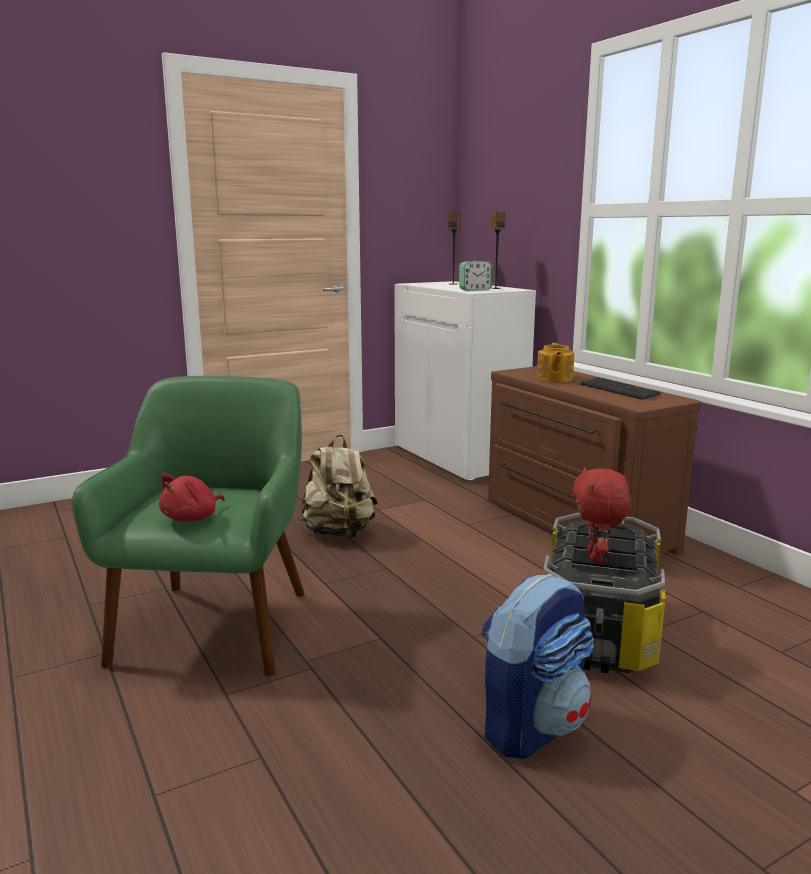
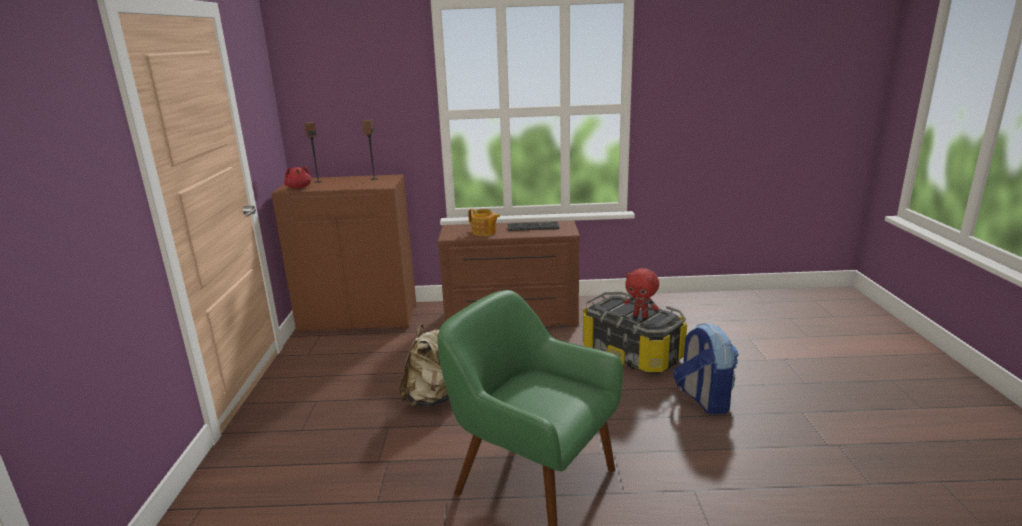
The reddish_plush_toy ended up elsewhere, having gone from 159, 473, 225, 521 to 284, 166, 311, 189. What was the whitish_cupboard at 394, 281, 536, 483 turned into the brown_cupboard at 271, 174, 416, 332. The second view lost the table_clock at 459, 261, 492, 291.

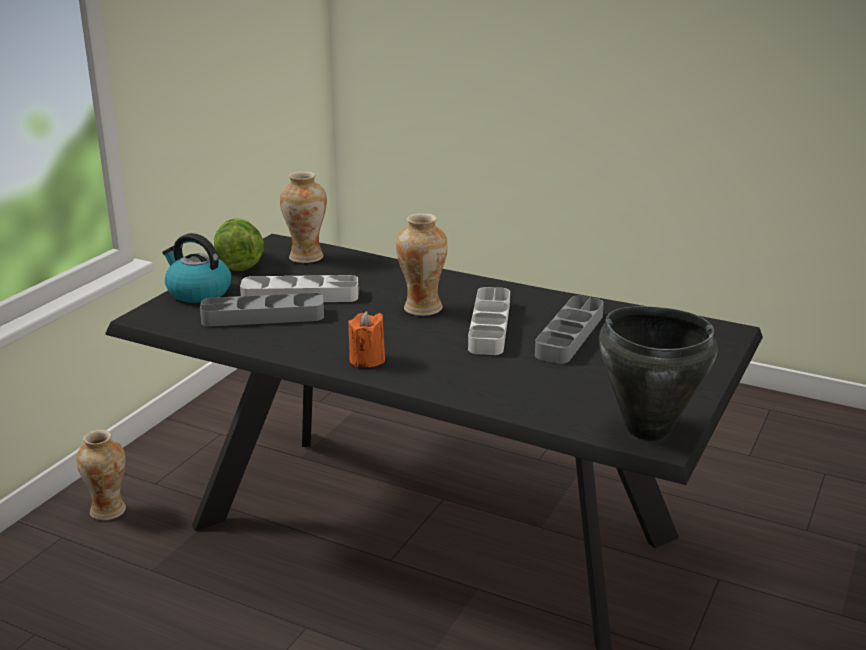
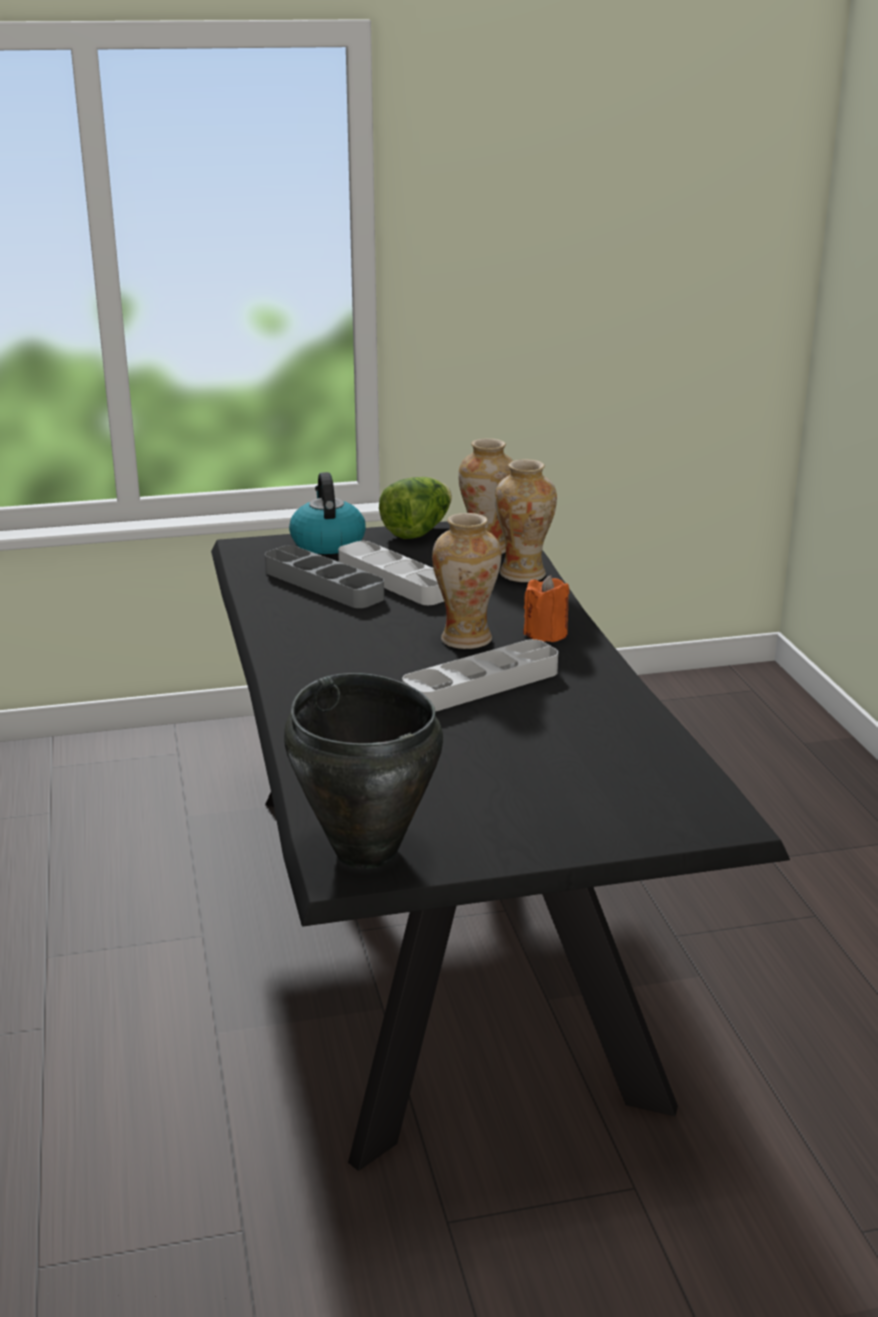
The flower_vase ended up elsewhere, having gone from 76, 430, 126, 520 to 495, 459, 557, 582. The orange_candle ended up elsewhere, having gone from 348, 311, 385, 367 to 523, 575, 569, 642. The second view lost the gray_carrying_tray at 535, 295, 604, 364.

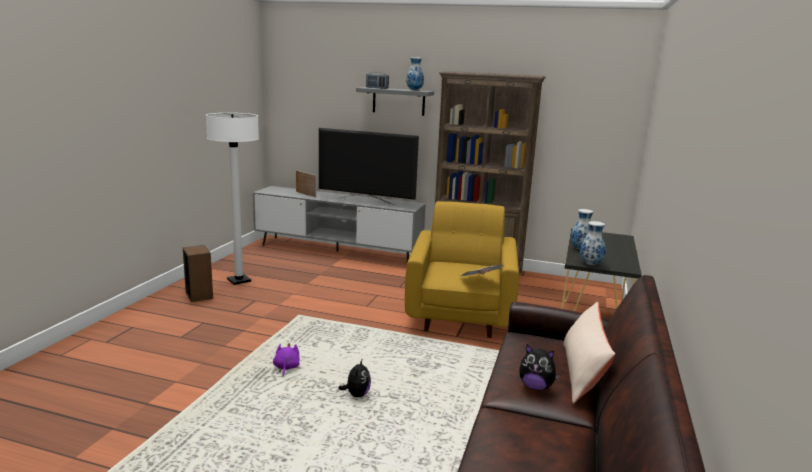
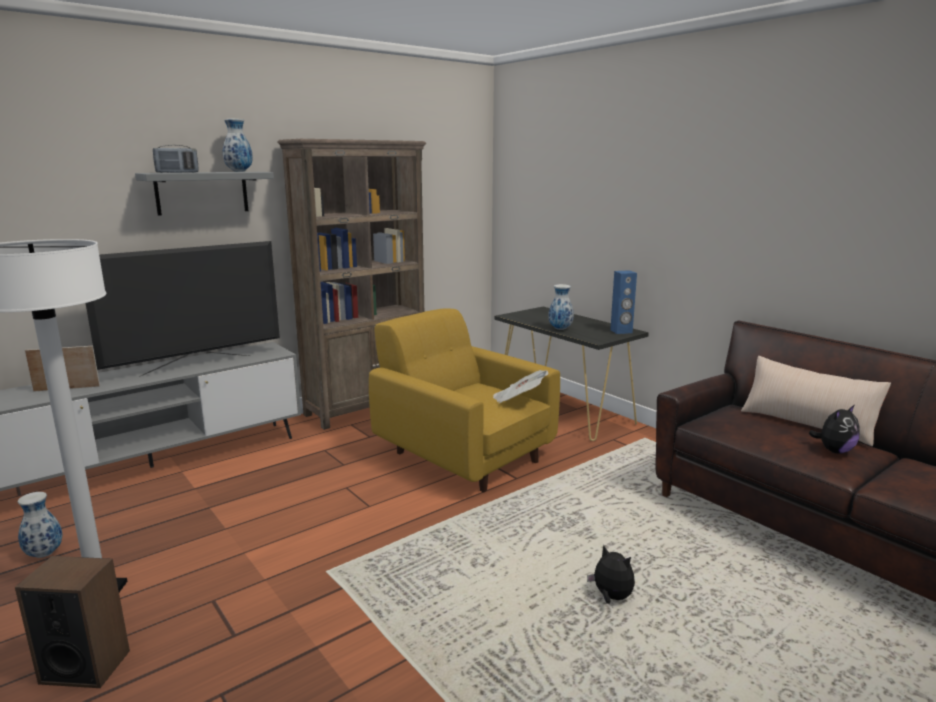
The second view lost the purplish_plush_toy at 273, 343, 300, 376. The flower_vase ended up elsewhere, having gone from 580, 221, 606, 265 to 18, 492, 62, 558. The second view gained the blue_speaker at 610, 270, 637, 334.

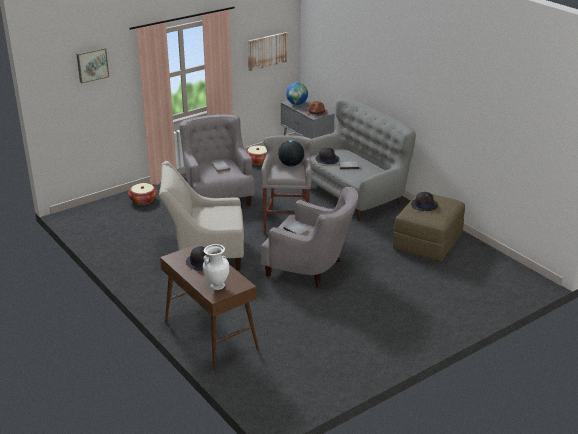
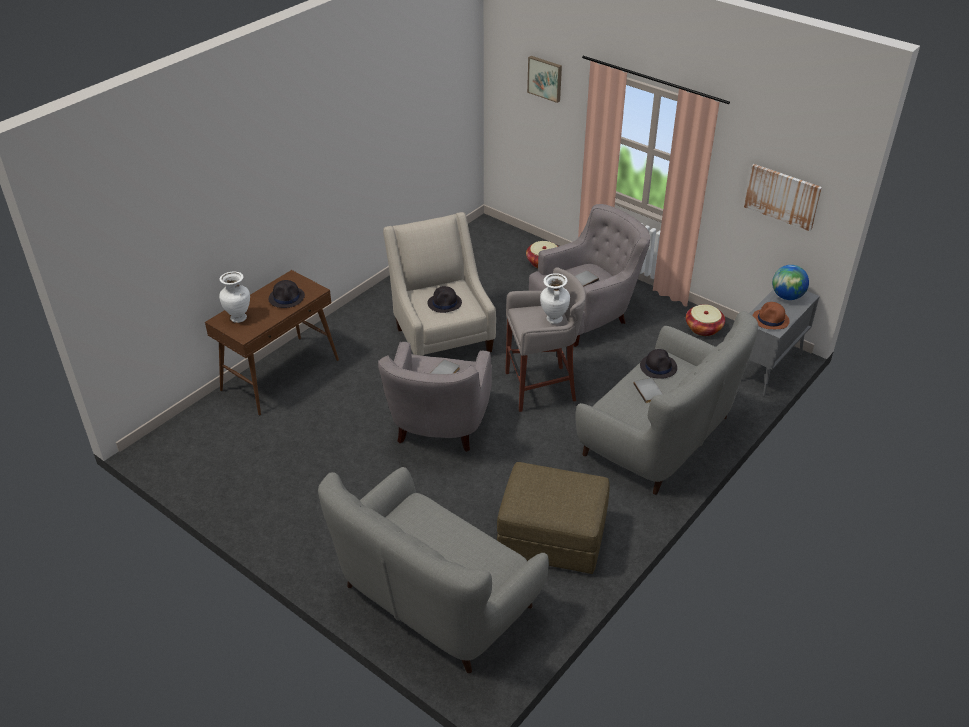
Where the globe stood at 278, 140, 304, 166, the whitish_flower_vase came to stand at 540, 273, 570, 324. The black_hat ended up elsewhere, having gone from 411, 192, 438, 211 to 427, 286, 462, 313. The second view gained the gray_settee at 318, 467, 549, 673.

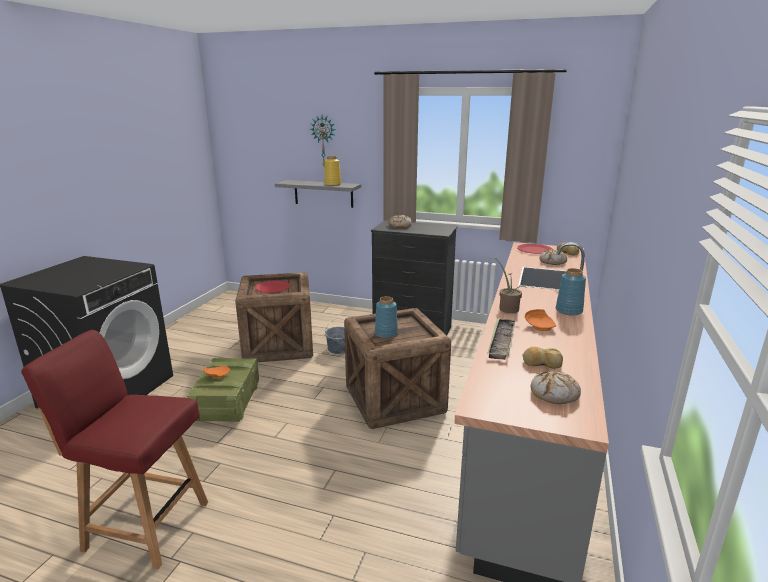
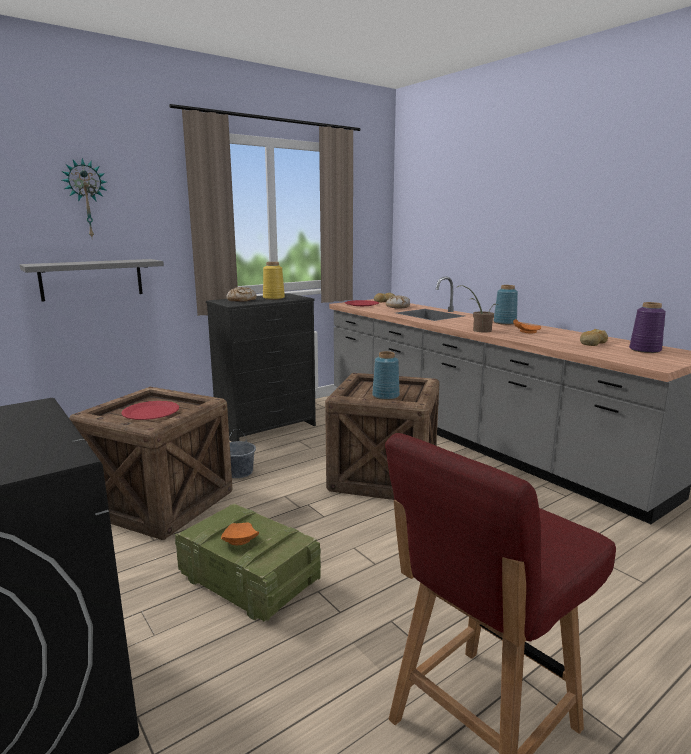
The yellow-coloured_flower_vase ended up elsewhere, having gone from 324, 156, 341, 186 to 263, 262, 285, 300. The second view lost the carrying_tray at 488, 319, 516, 360. Where the bread stood at 530, 371, 581, 404, the purplish_flower_vase came to stand at 629, 302, 666, 353.

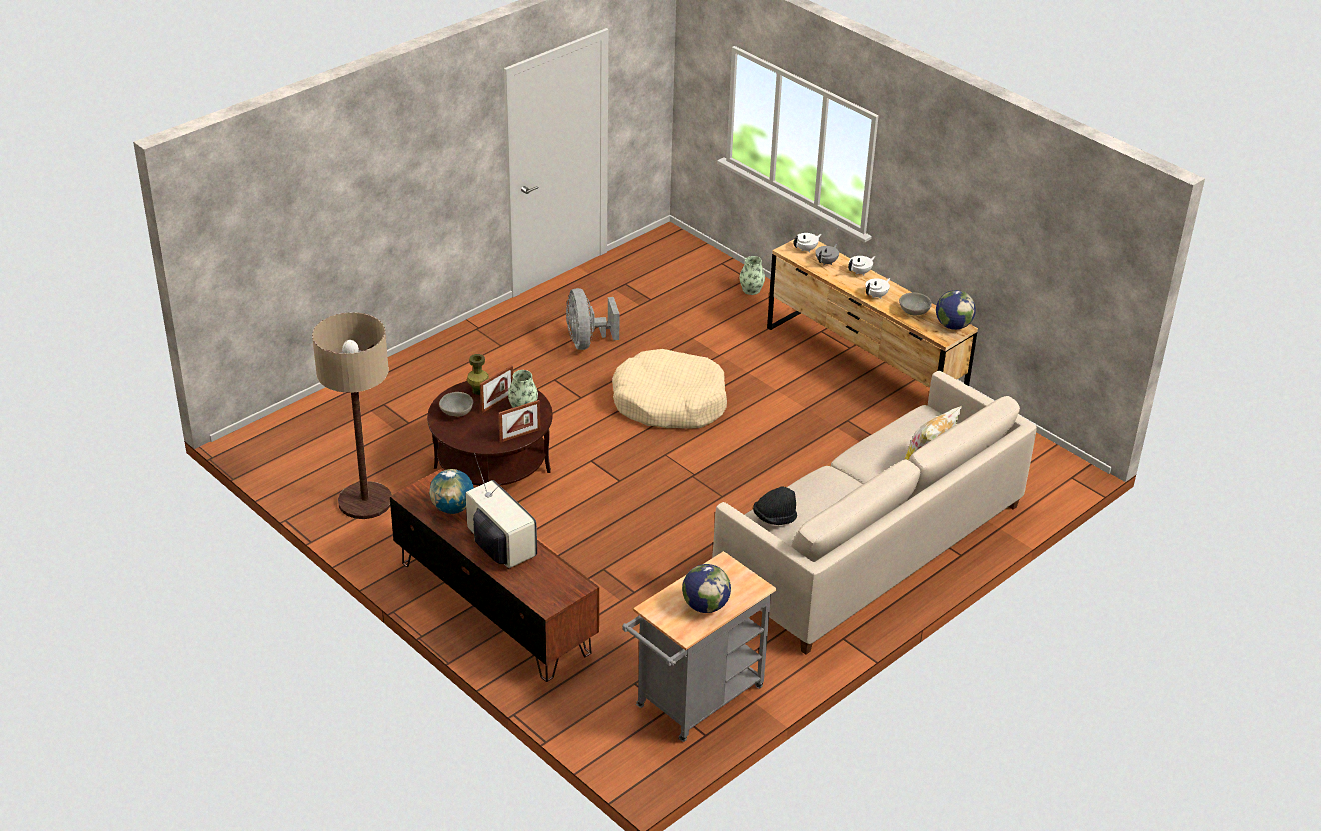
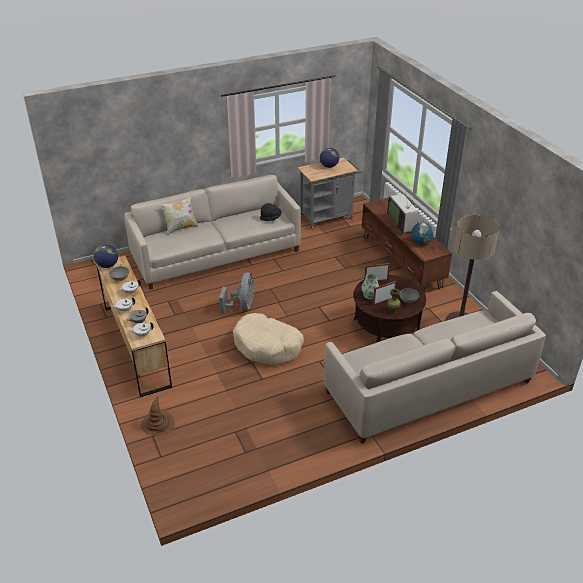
The gray_cooling_fan ended up elsewhere, having gone from 566, 288, 620, 350 to 219, 272, 255, 314. Where the flower_vase stood at 739, 256, 765, 295, the brown_hat came to stand at 141, 396, 175, 436. The second view gained the beige-coloured_settee at 324, 291, 546, 444.

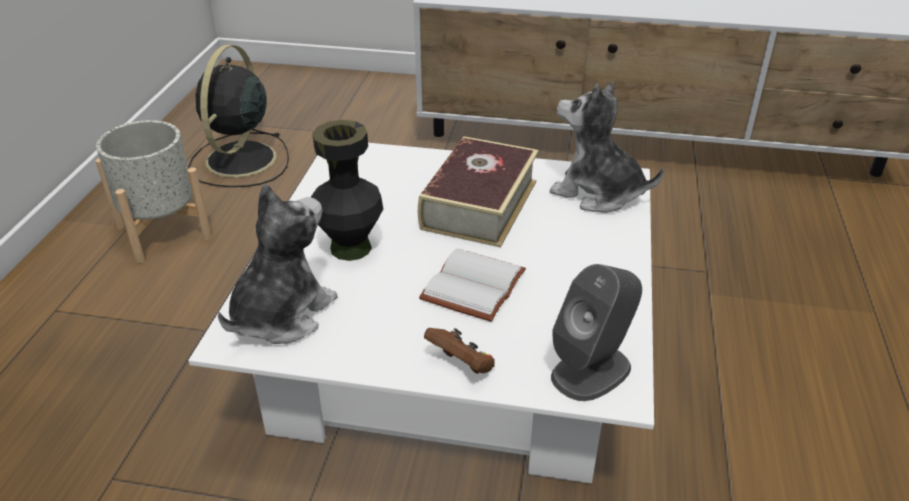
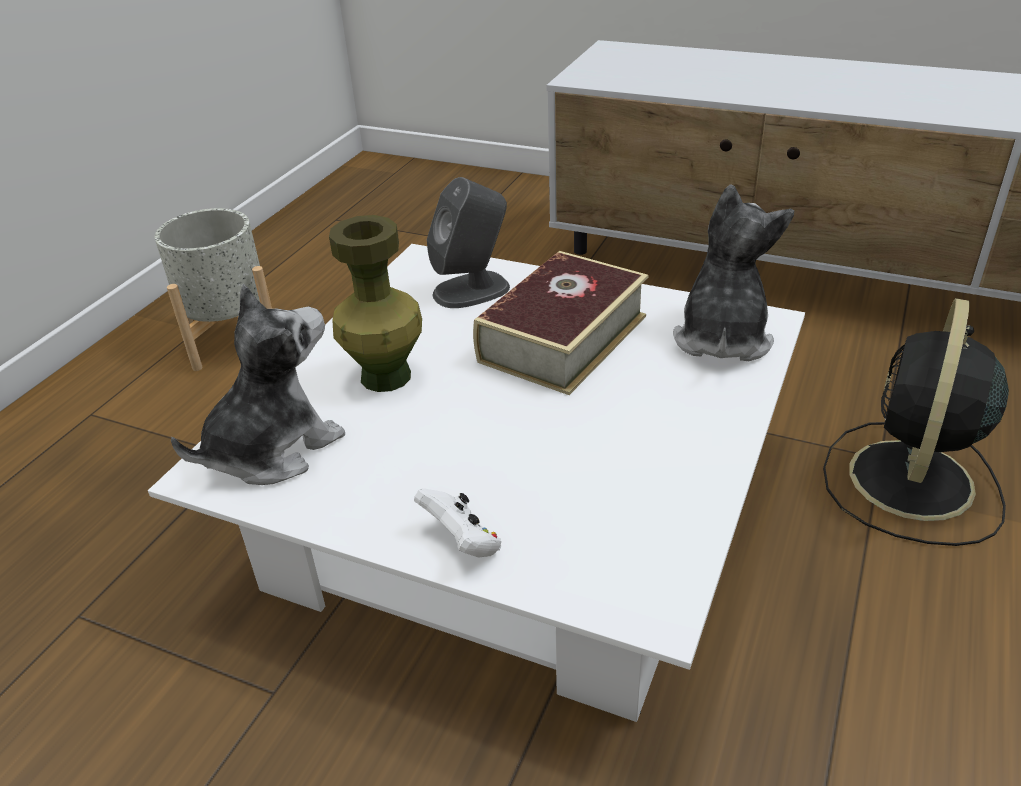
The black_cooling_fan ended up elsewhere, having gone from 188, 45, 289, 187 to 823, 298, 1009, 546. What was the black_flower_vase at 311, 120, 383, 261 turned into the greenish_flower_vase at 329, 215, 422, 392. The second view lost the whitish_bound_book at 419, 248, 526, 322. What was the brown_gamepad at 424, 328, 495, 374 turned into the whitish_gamepad at 414, 488, 501, 558. The plush_toy at 550, 82, 664, 213 ended up facing another way, 60 degrees clockwise from before. The gray_speaker ended up elsewhere, having gone from 551, 264, 642, 401 to 427, 177, 510, 308.

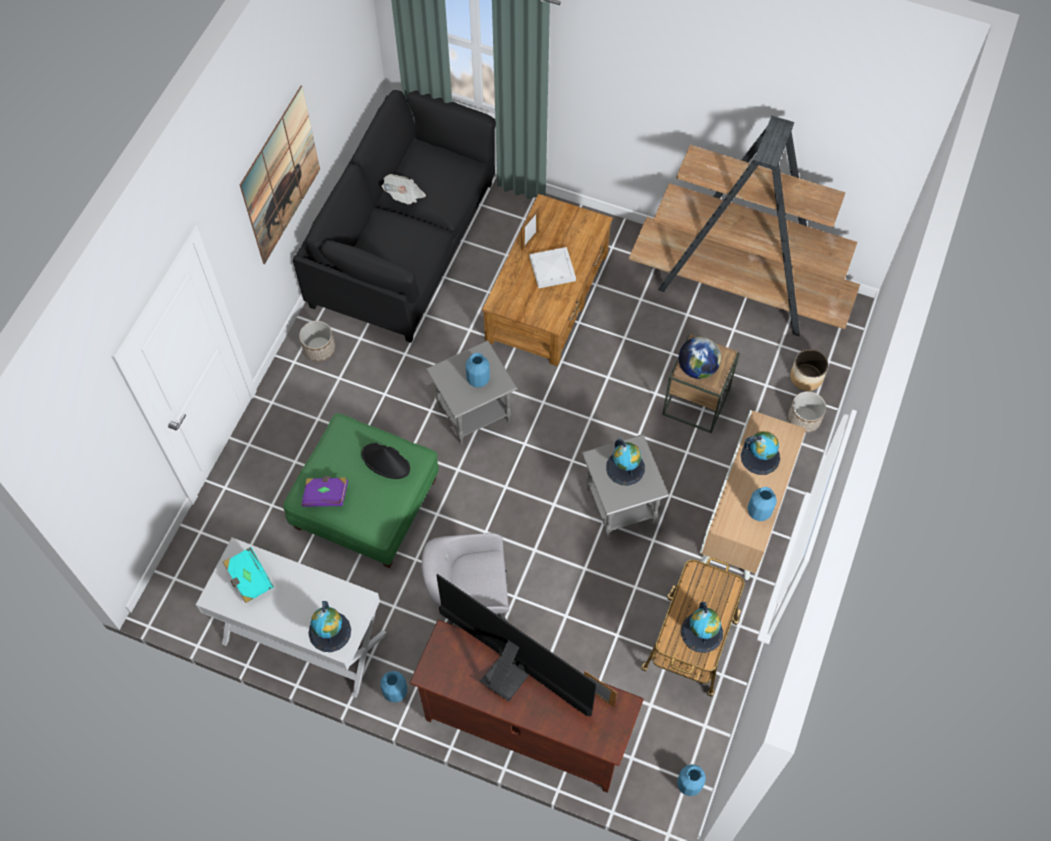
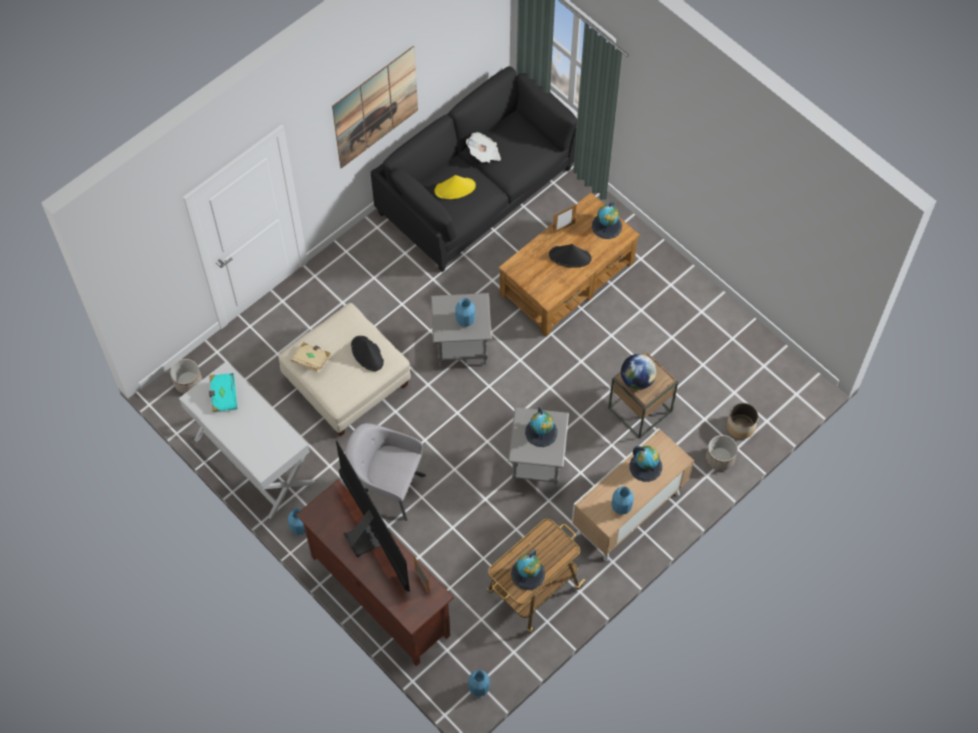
What was the greenish_ottoman at 283, 413, 439, 568 turned into the beige-coloured_ottoman at 278, 303, 411, 437. The flower_pot ended up elsewhere, having gone from 299, 321, 335, 361 to 170, 359, 202, 394. What was the purplish_bound_book at 301, 476, 348, 507 turned into the beige-coloured_bound_book at 291, 342, 331, 373. The globe ended up elsewhere, having gone from 309, 601, 351, 652 to 592, 201, 622, 239. Where the whitish_carrying_tray stood at 529, 247, 576, 289, the black_hat came to stand at 549, 244, 592, 268. The second view lost the brown_bookcase at 629, 116, 860, 336. The second view gained the yellow-coloured_hat at 435, 175, 476, 199.

